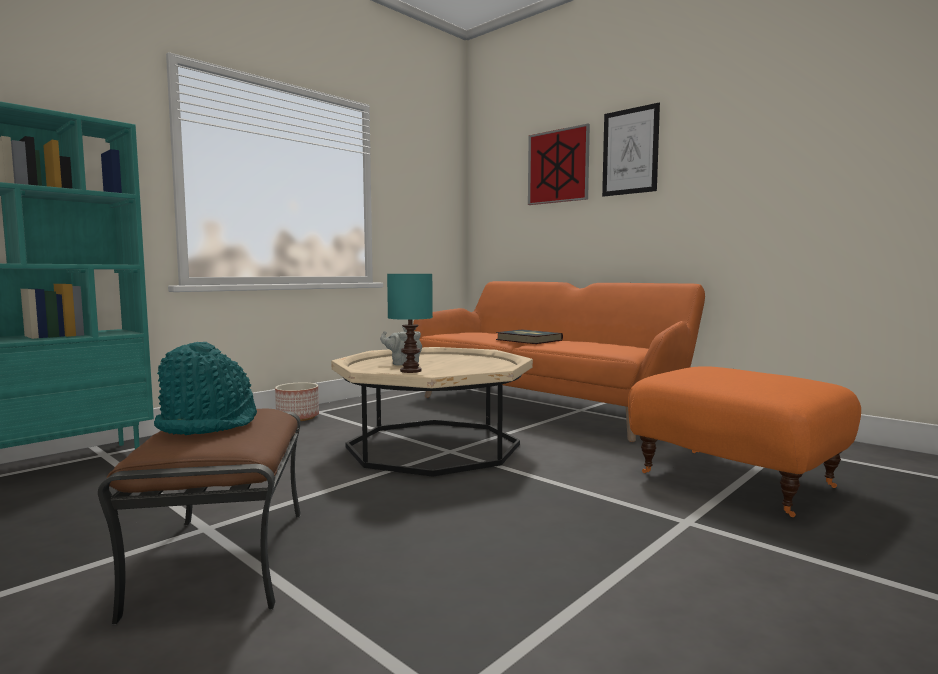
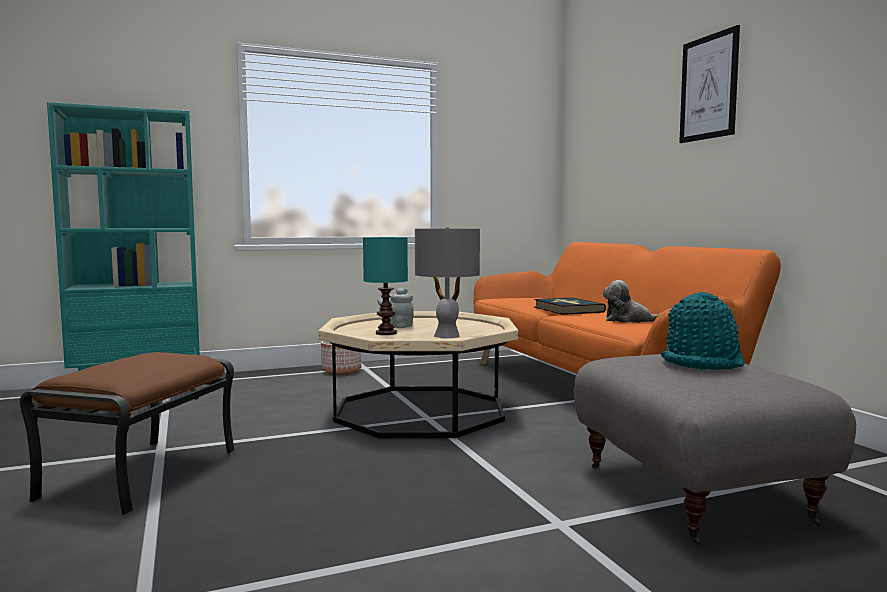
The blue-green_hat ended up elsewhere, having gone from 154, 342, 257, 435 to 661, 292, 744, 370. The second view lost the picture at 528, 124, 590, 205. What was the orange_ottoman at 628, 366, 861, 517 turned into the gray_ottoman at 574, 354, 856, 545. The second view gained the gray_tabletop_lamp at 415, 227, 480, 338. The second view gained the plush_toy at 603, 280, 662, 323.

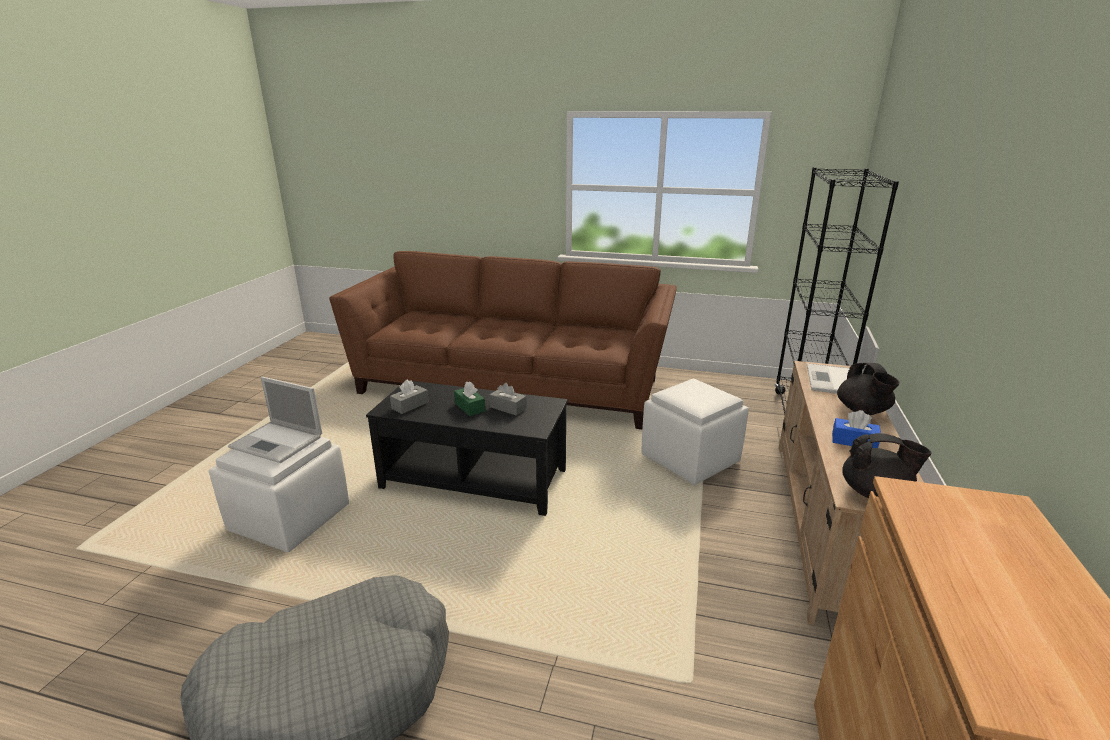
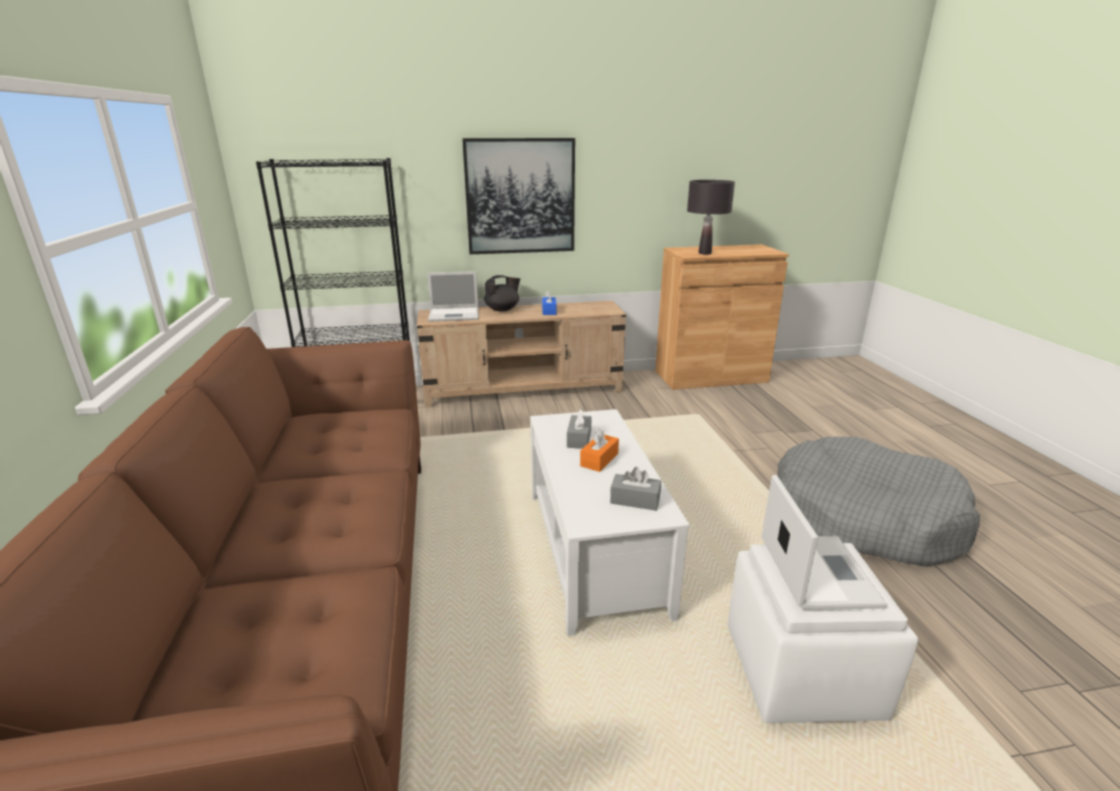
What was the black_coffee_table at 366, 381, 568, 516 turned into the whitish_coffee_table at 530, 409, 690, 636. What was the greenish_tissue_box at 454, 381, 485, 416 turned into the orange_tissue_box at 580, 428, 619, 472. The second view lost the whitish_ottoman at 641, 379, 749, 485. The second view lost the black_teapot at 842, 433, 932, 498. The second view gained the picture at 462, 138, 575, 254. The second view gained the black_tabletop_lamp at 687, 180, 735, 255.

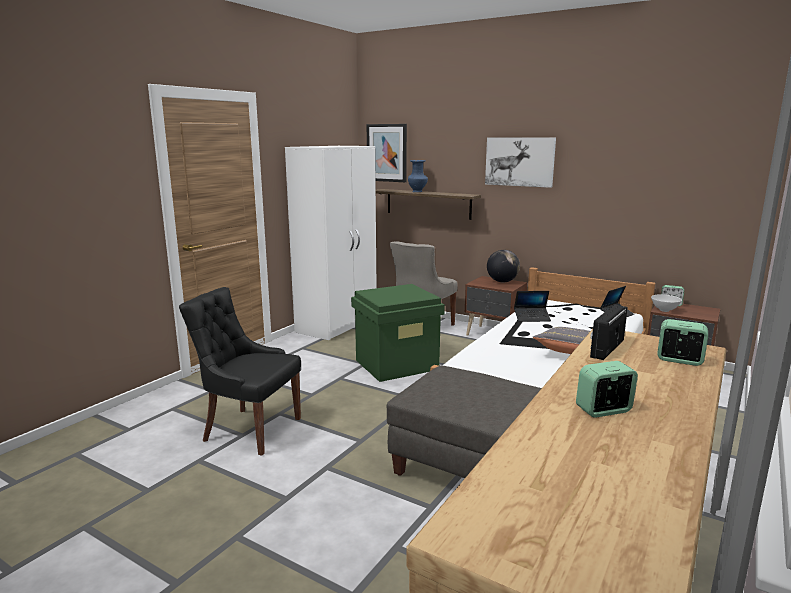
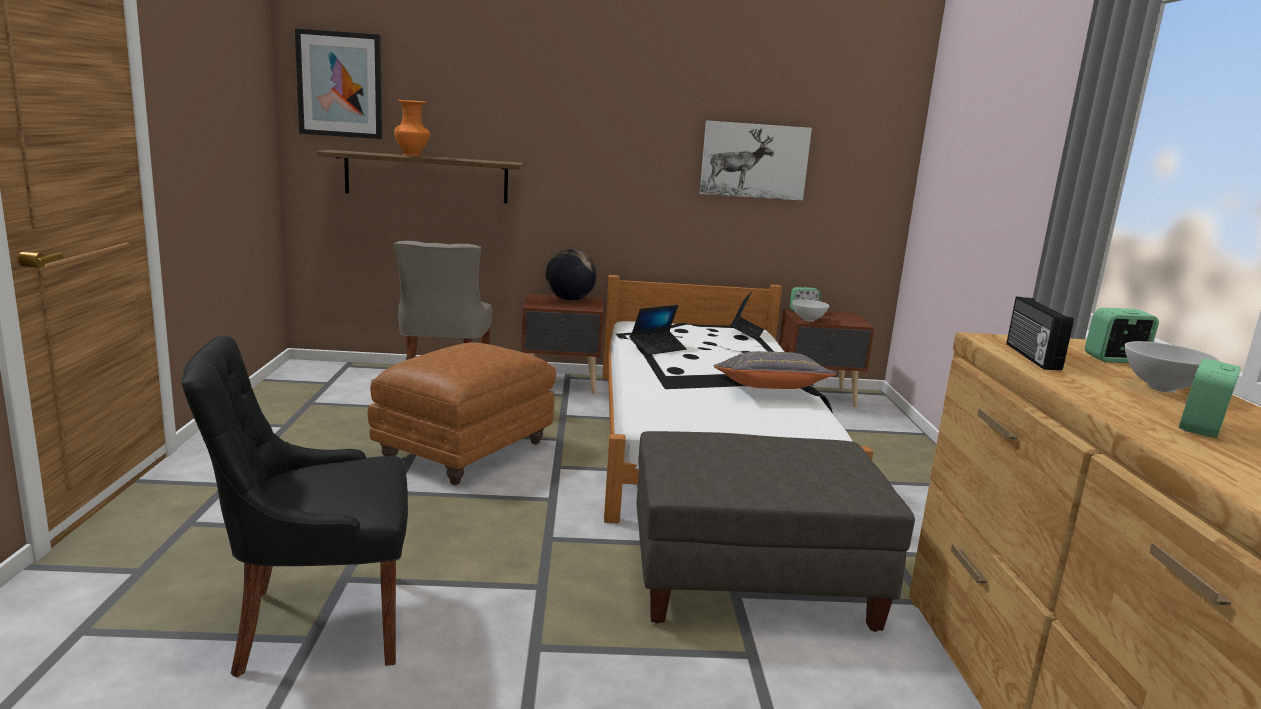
The second view lost the whitish_clothes_cupboard at 285, 146, 377, 340. Where the greenish_storage_bin stood at 351, 284, 445, 382, the brown_ottoman came to stand at 368, 342, 556, 485. What was the blue_flower_vase at 408, 160, 428, 192 turned into the orange_flower_vase at 394, 100, 430, 156. The picture ended up elsewhere, having gone from 485, 137, 556, 188 to 700, 120, 812, 201. The second view gained the whitish_deep_dish at 1124, 341, 1220, 393.

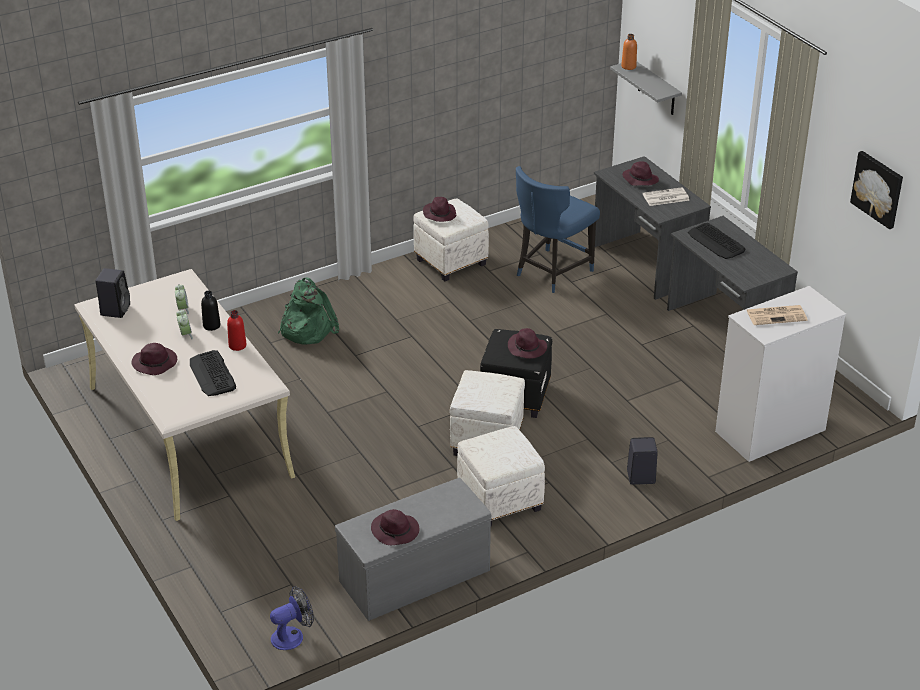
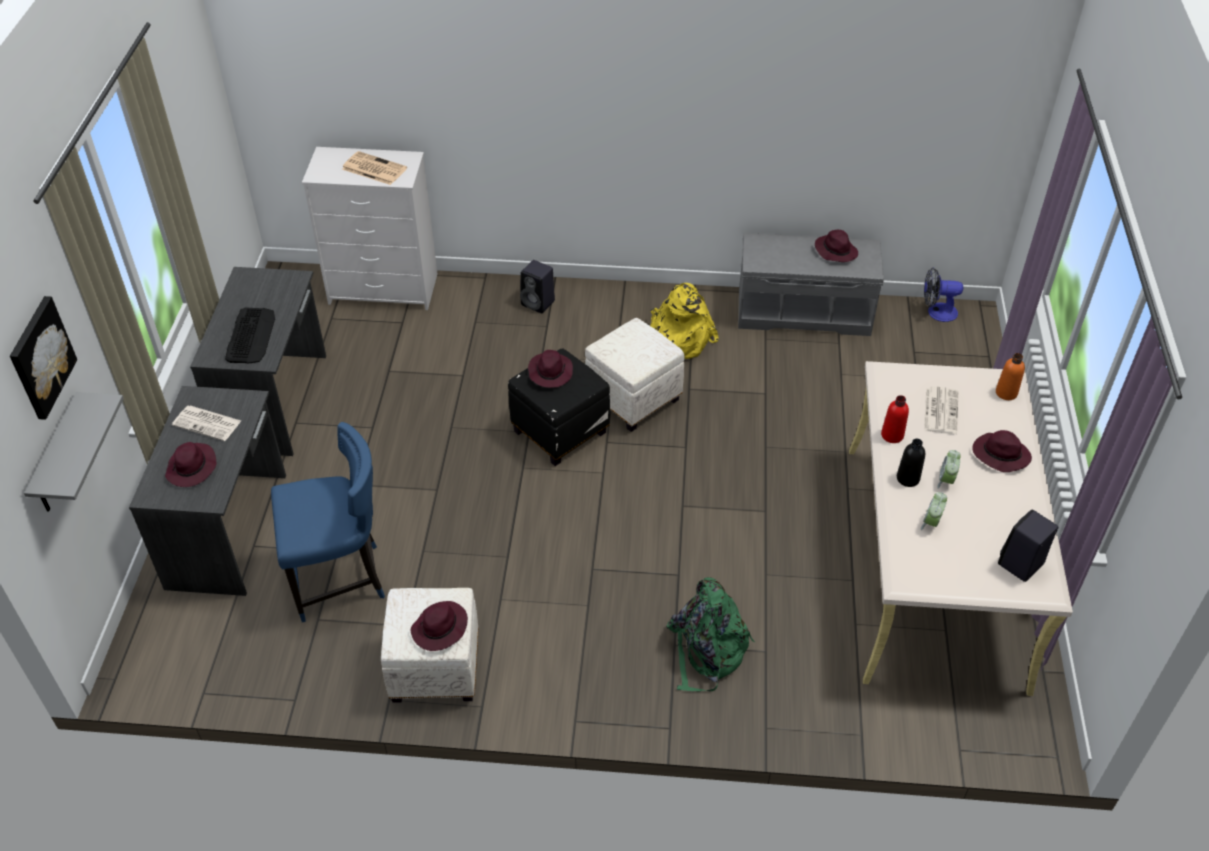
Where the keyboard stood at 190, 350, 236, 396, the daily_paper came to stand at 924, 386, 958, 434. Where the whitish_ottoman stood at 457, 426, 545, 526, the yellow-coloured_knapsack came to stand at 650, 283, 719, 359. The orange_beverage_bottle ended up elsewhere, having gone from 621, 34, 637, 70 to 996, 353, 1025, 400. The picture ended up elsewhere, having gone from 850, 151, 903, 229 to 10, 296, 77, 420.

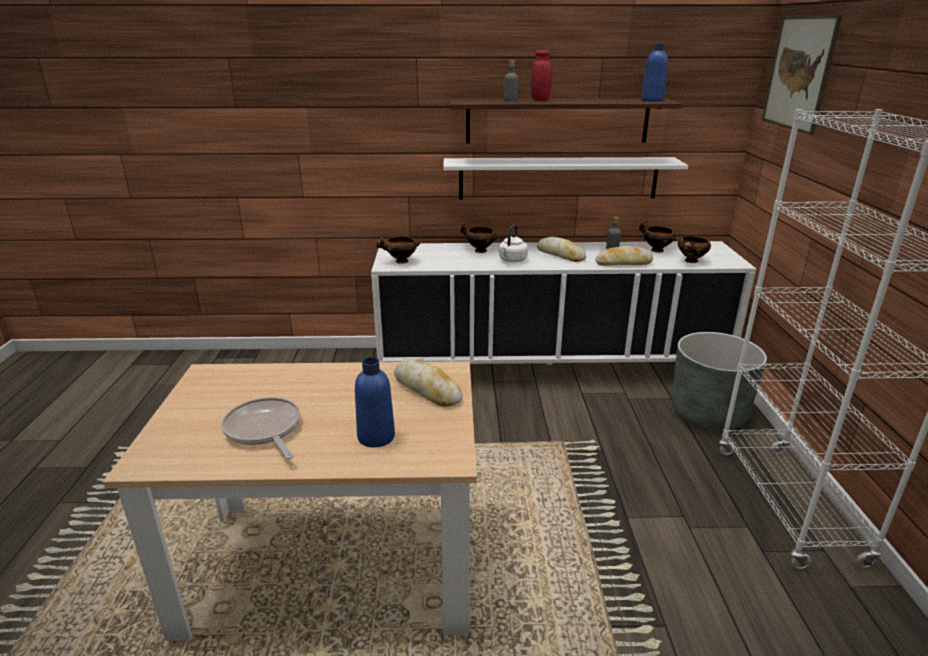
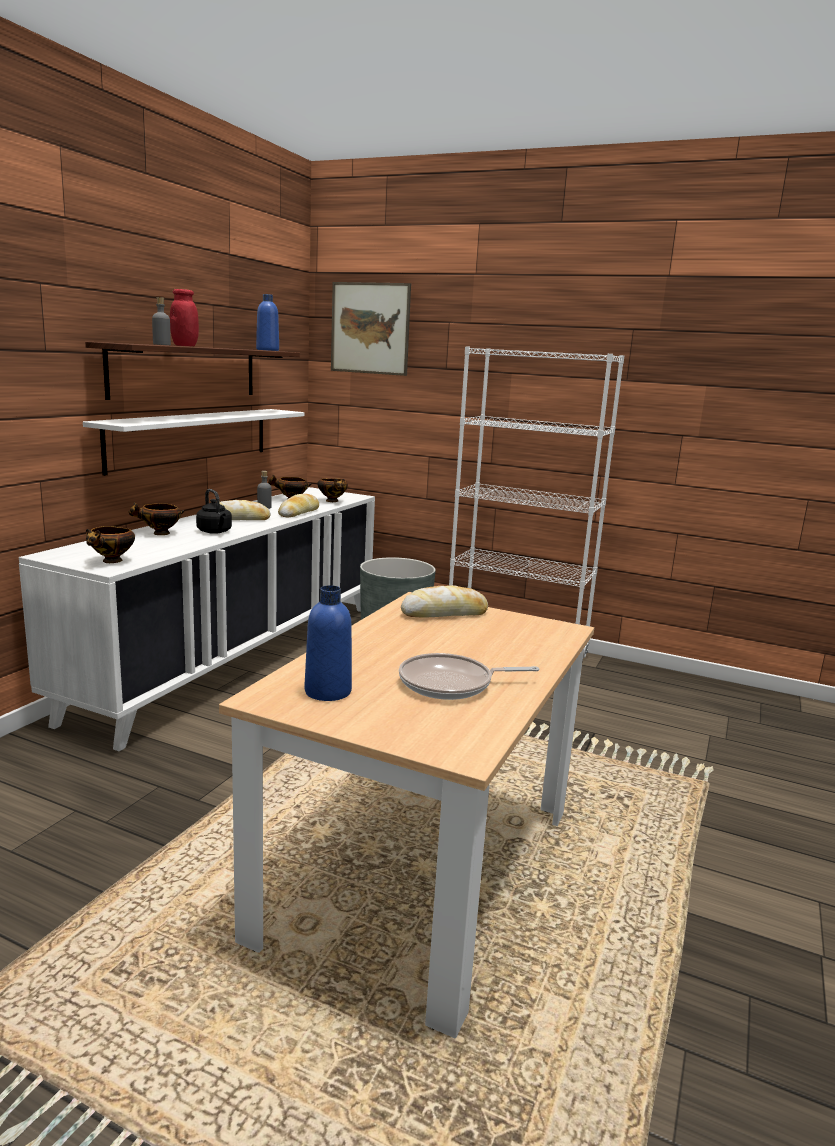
The blue_beverage_bottle ended up elsewhere, having gone from 355, 357, 395, 447 to 305, 585, 352, 701. What was the whitish_kettle at 499, 225, 528, 262 turned into the black_kettle at 196, 489, 232, 534.

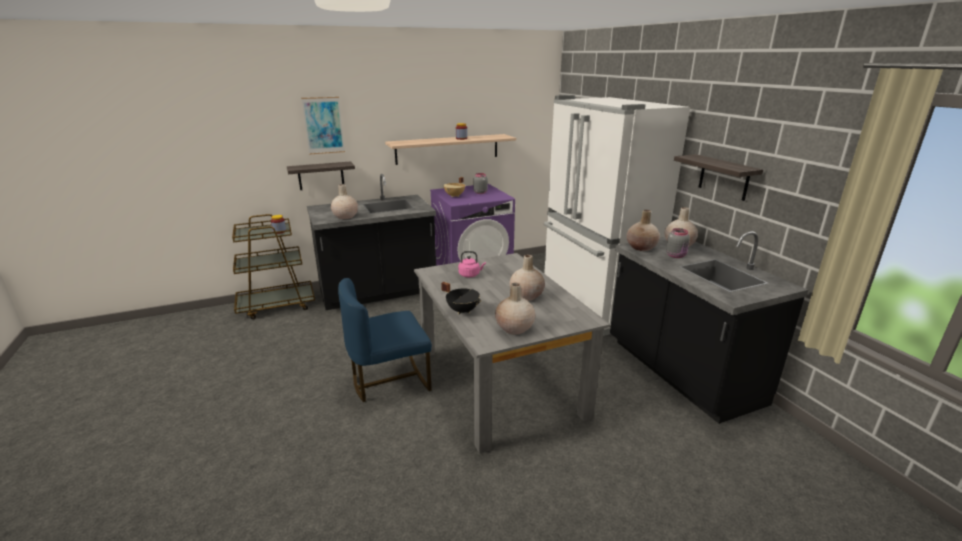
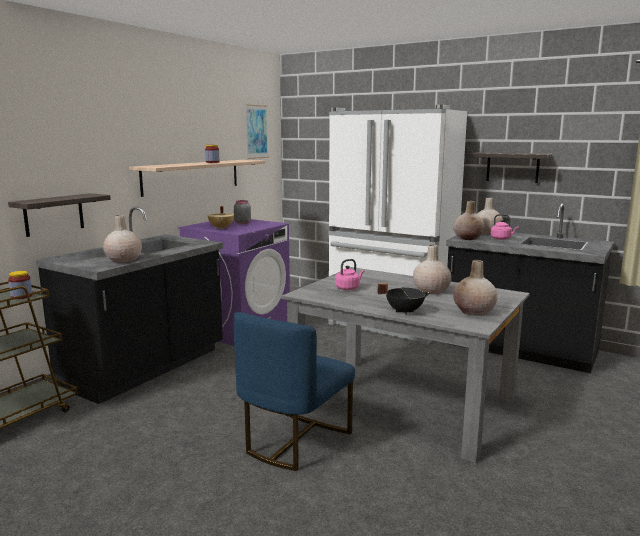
The picture ended up elsewhere, having gone from 301, 97, 345, 155 to 245, 104, 269, 159. Where the gray_preserve_jar stood at 666, 228, 690, 258, the pink_kettle came to stand at 490, 214, 518, 240.

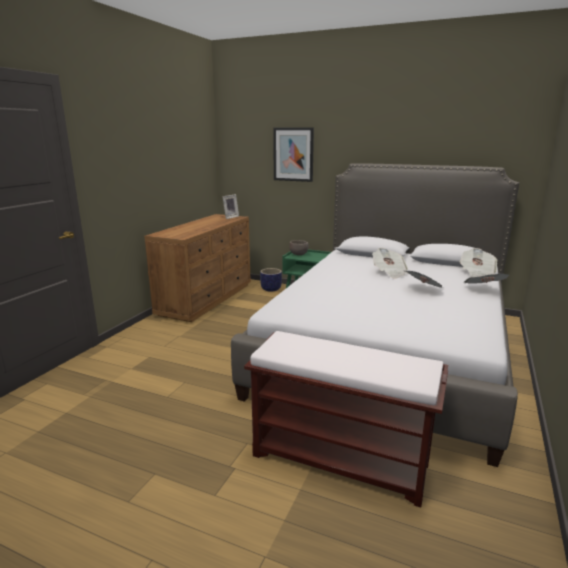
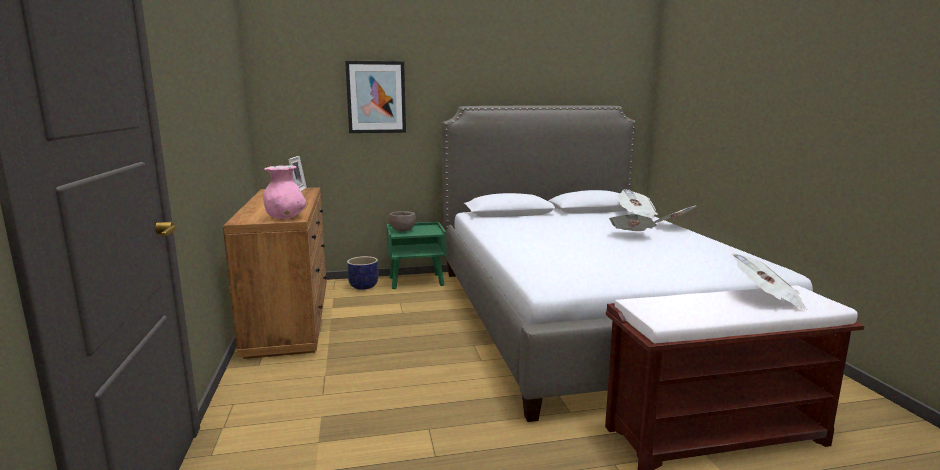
The daily_paper ended up elsewhere, having gone from 372, 248, 408, 279 to 732, 253, 807, 310. The second view gained the pink_flower_vase at 263, 165, 306, 219.

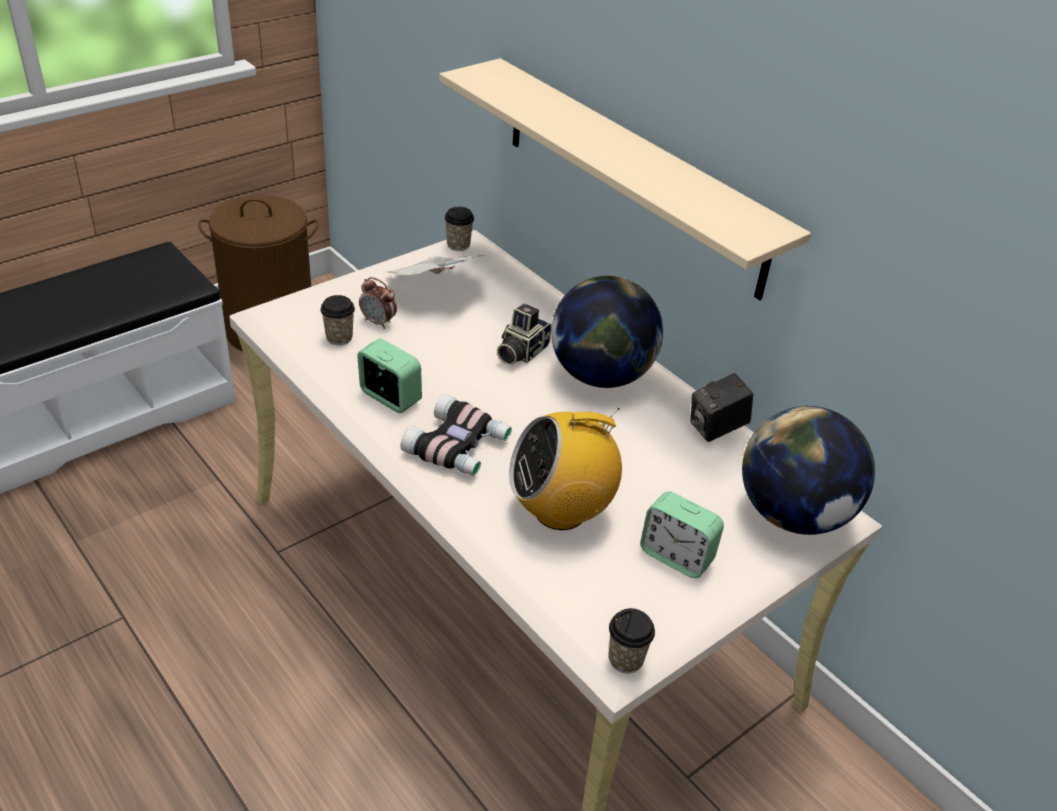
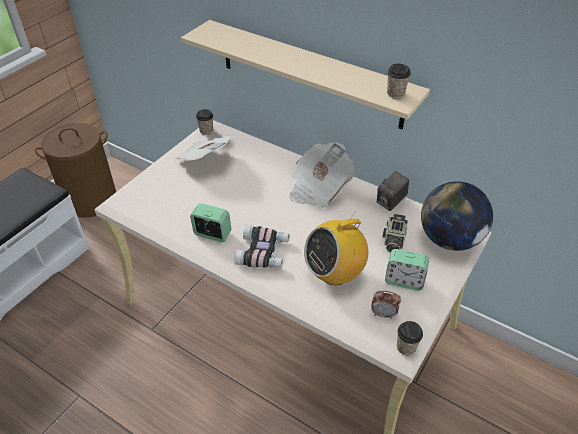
The cup ended up elsewhere, having gone from 320, 295, 355, 345 to 387, 64, 411, 99. The table_clock ended up elsewhere, having gone from 359, 277, 397, 329 to 372, 291, 401, 319. The photo_camera ended up elsewhere, having gone from 497, 304, 552, 365 to 382, 214, 408, 253. Where the globe stood at 551, 276, 663, 388, the daily_paper came to stand at 289, 142, 355, 208.

